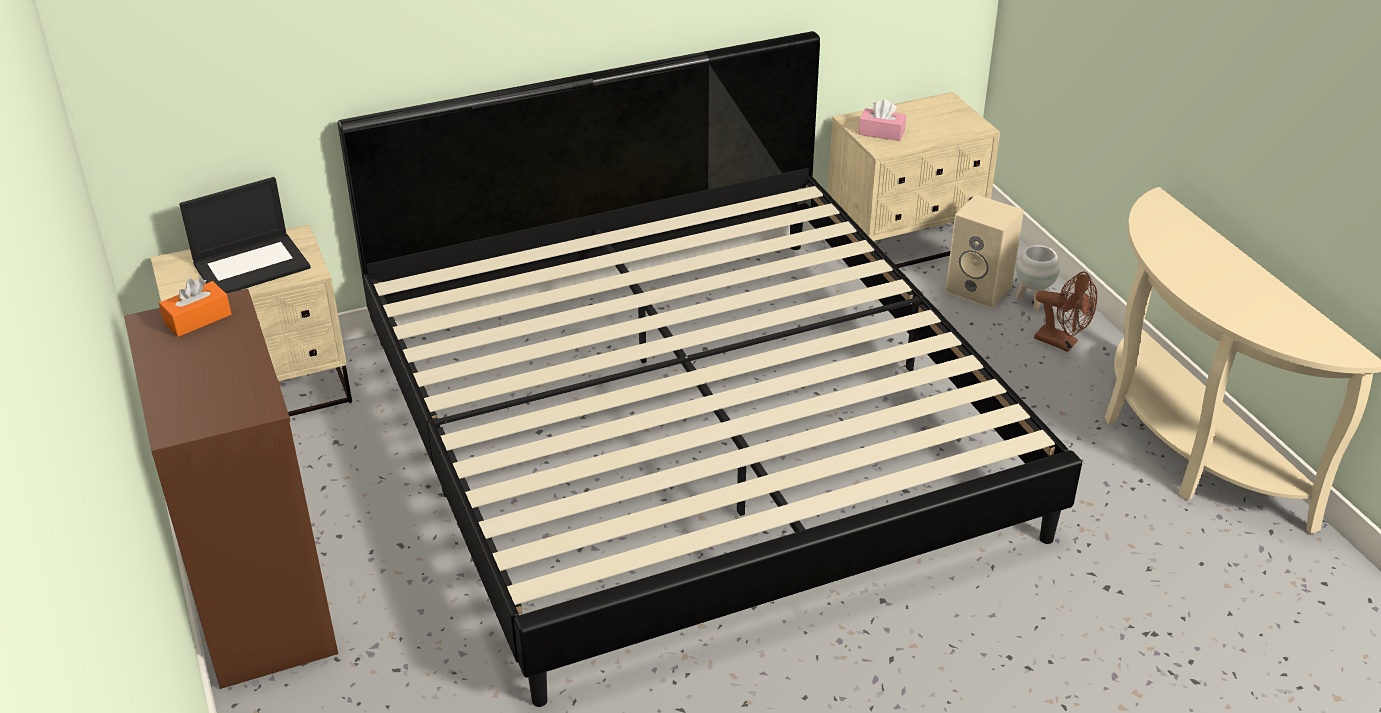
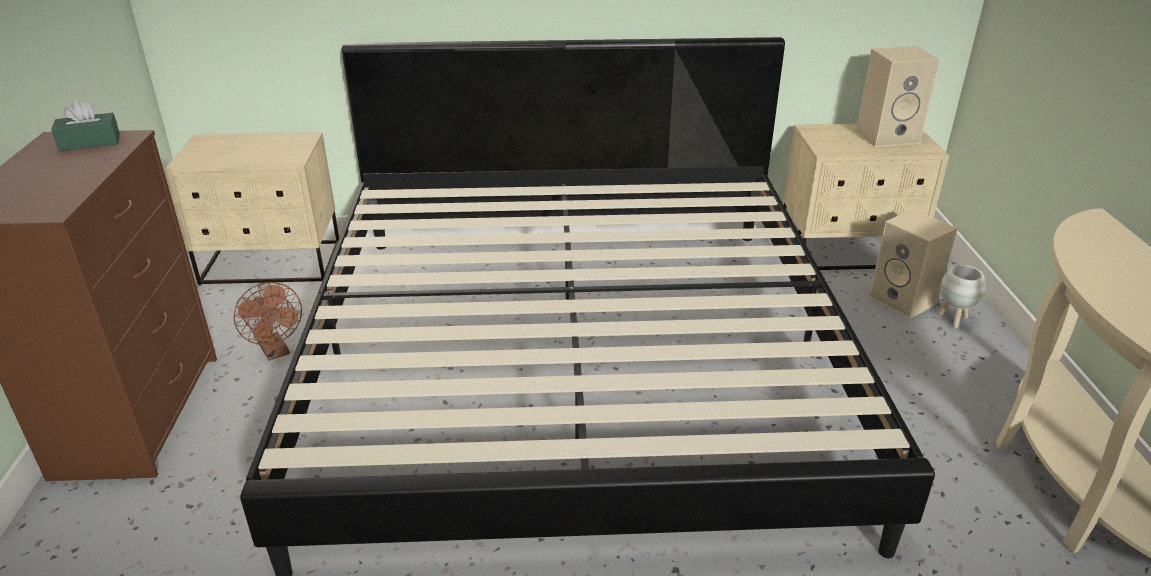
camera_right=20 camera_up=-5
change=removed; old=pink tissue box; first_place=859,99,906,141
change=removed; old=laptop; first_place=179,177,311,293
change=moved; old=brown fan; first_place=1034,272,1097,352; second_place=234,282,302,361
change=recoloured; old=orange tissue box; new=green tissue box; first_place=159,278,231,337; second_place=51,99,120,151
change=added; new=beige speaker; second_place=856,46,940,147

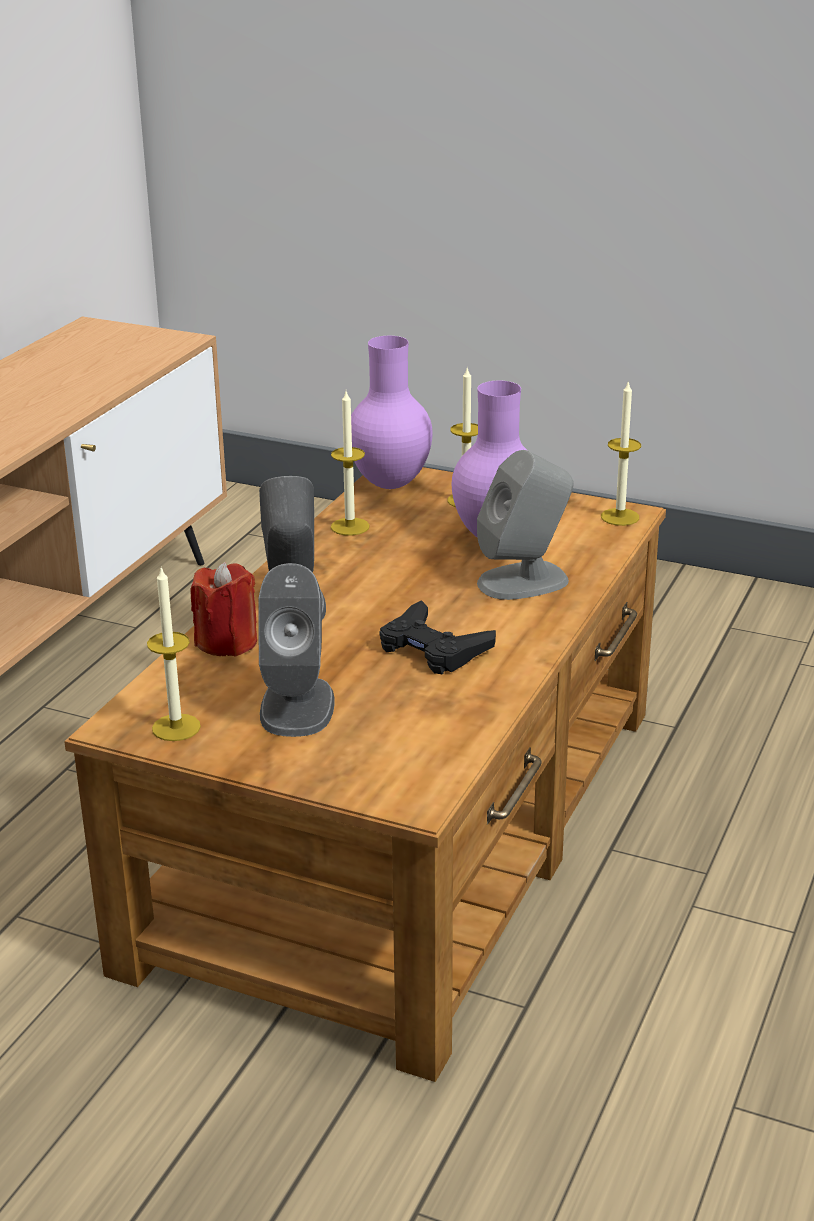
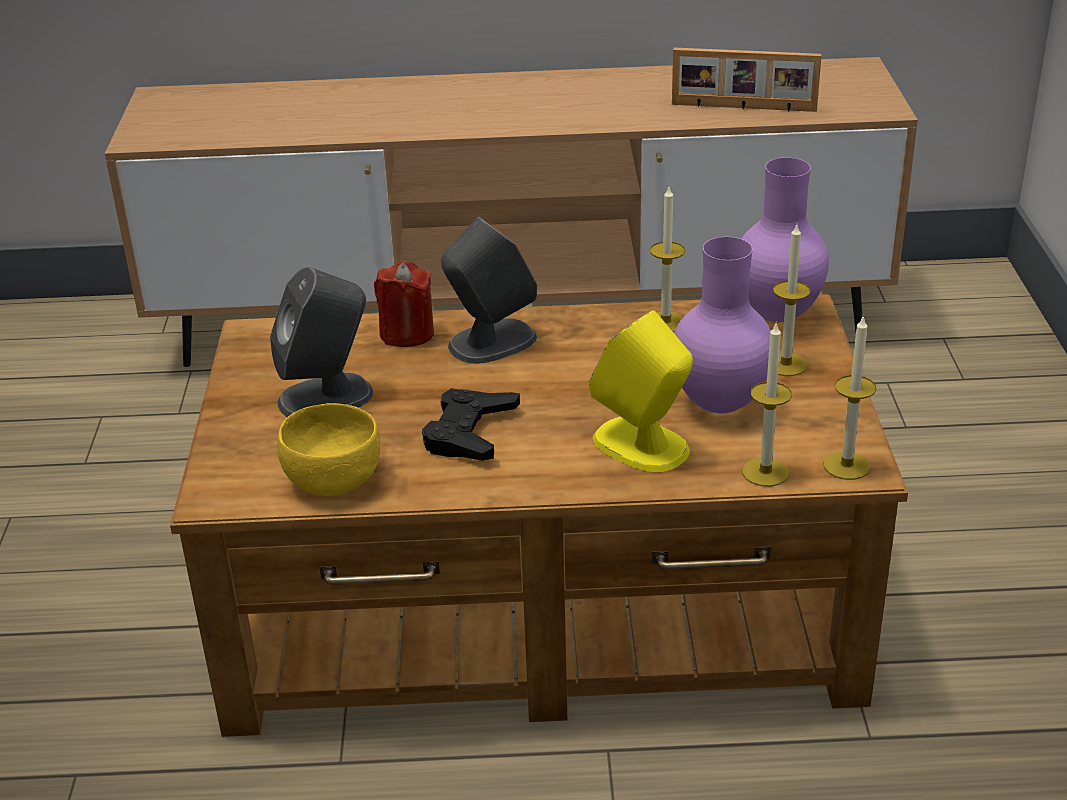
camera_right=65 camera_up=5
change=recoloured; old=grey speaker; new=yellow speaker; first_place=477,450,574,600; second_place=589,310,693,472
change=moved; old=candle; first_place=147,566,201,741; second_place=742,321,792,487
change=added; new=picture frame; second_place=672,48,822,112
change=added; new=yellow bowl; second_place=277,403,380,496

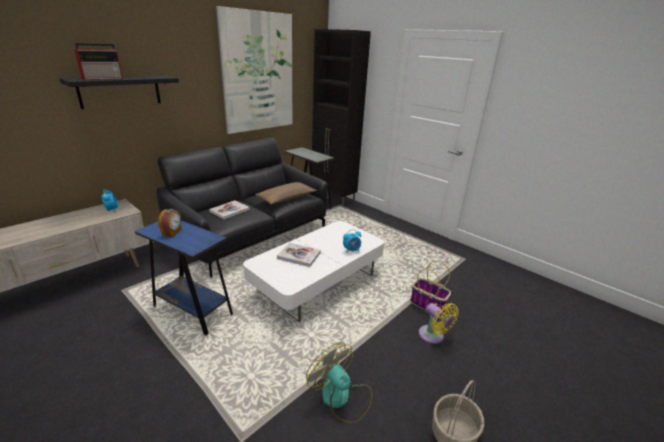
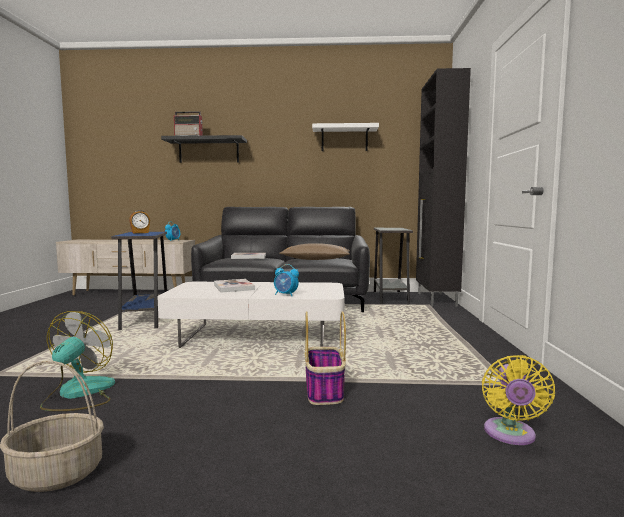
camera_right=50 camera_up=-20
change=replaced; old=picture; new=white shelf; first_place=216,6,292,134; second_place=312,123,379,151
change=moved; old=yellow fan; first_place=419,303,459,344; second_place=482,355,555,445

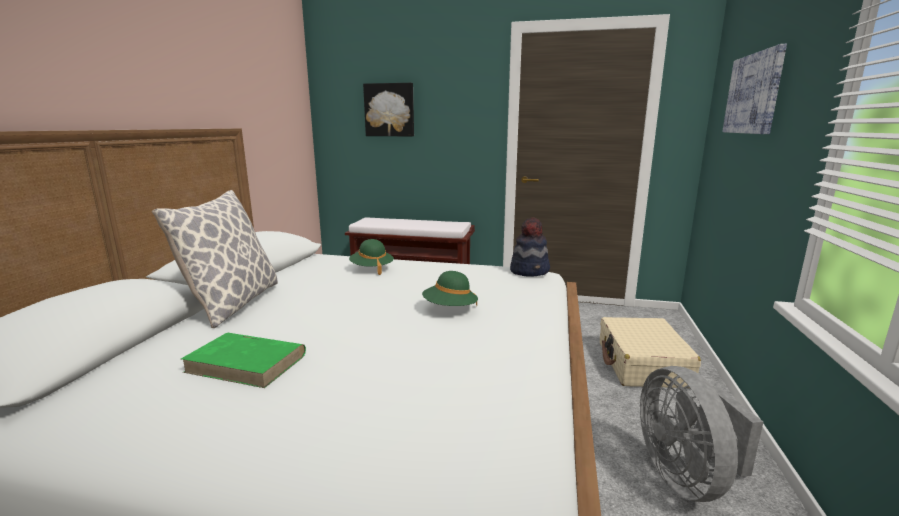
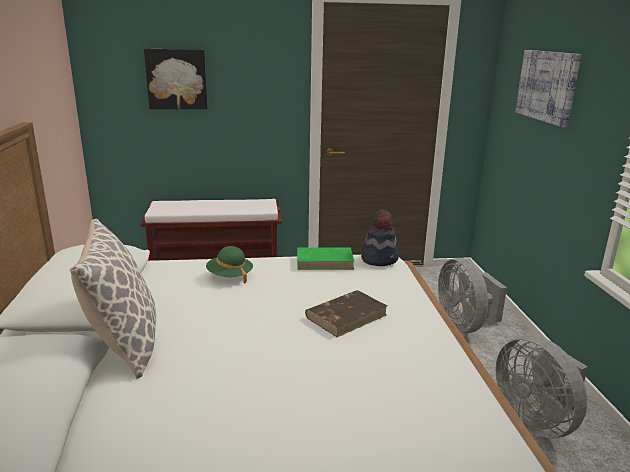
camera_right=-20 camera_up=5
change=replaced; old=green hat; new=brown book; first_place=422,271,478,306; second_place=305,290,387,337
change=replaced; old=beige suitcase; new=grey fan; first_place=600,317,701,388; second_place=438,258,507,333
change=moved; old=green book; first_place=181,333,306,388; second_place=297,248,355,270

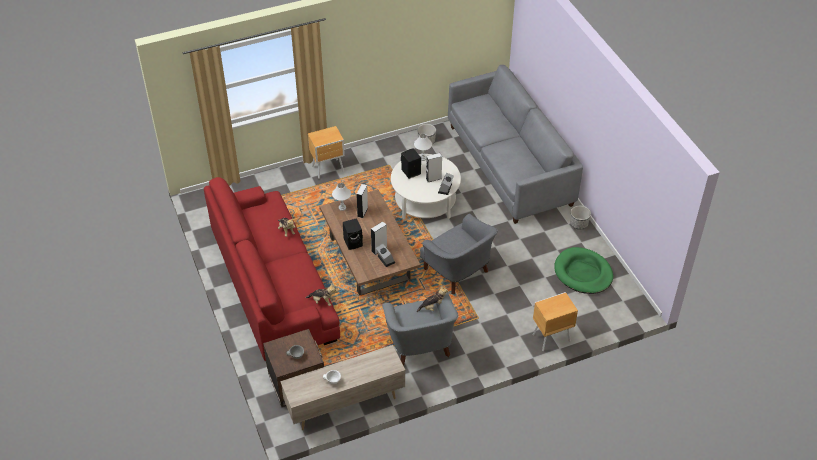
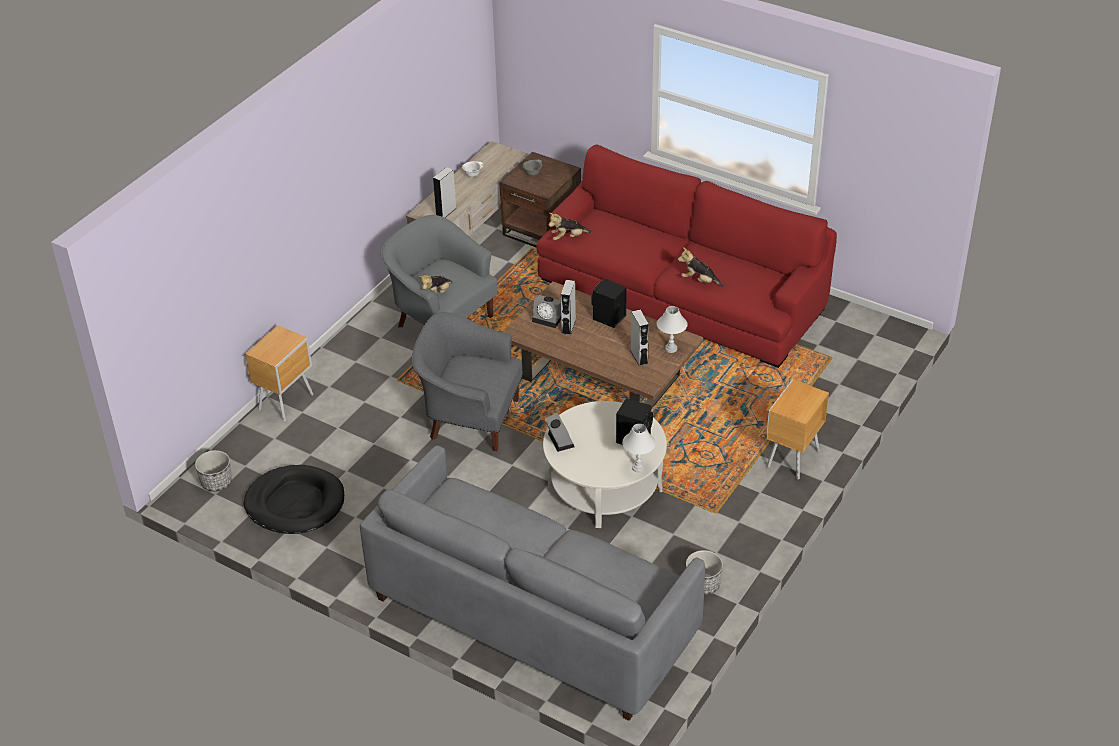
camera_right=145 camera_up=-5
change=moved; old=grey speaker; first_place=426,153,442,182; second_place=433,167,456,218
change=moved; old=planter; first_place=570,206,591,230; second_place=195,450,232,492
change=recoloured; old=green dog bed; new=black dog bed; first_place=554,247,613,294; second_place=244,465,344,534

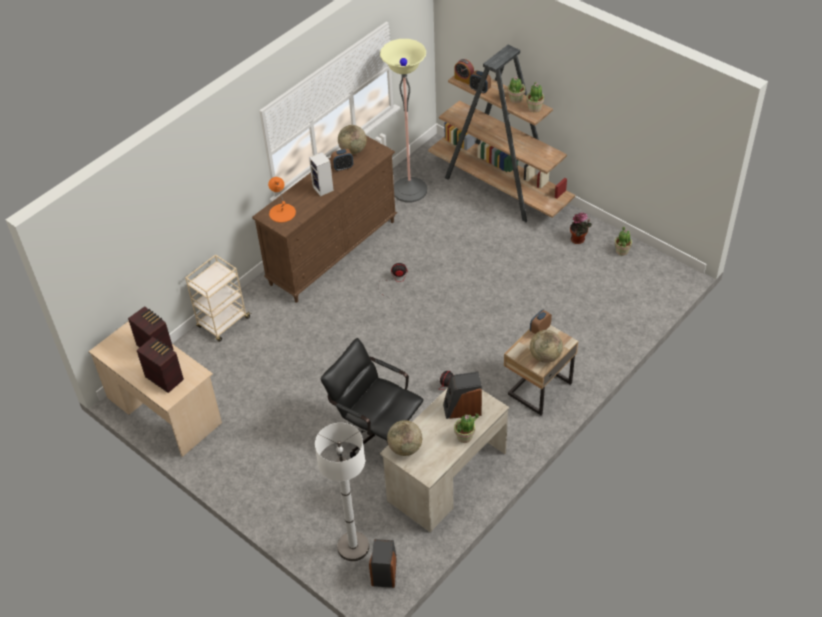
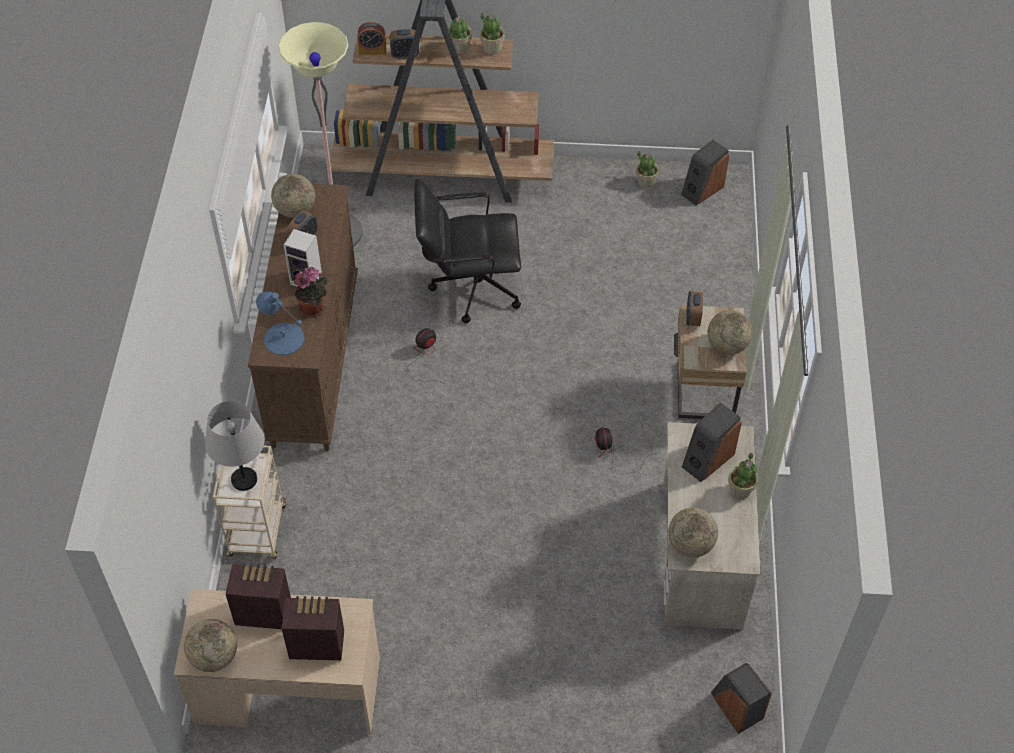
camera_right=-40 camera_up=5
change=recoloured; old=orange table lamp; new=blue table lamp; first_place=268,177,296,223; second_place=256,292,305,355
change=moved; old=potted plant; first_place=570,212,592,244; second_place=294,267,328,318
change=moved; old=black office chair; first_place=321,338,424,458; second_place=414,179,521,324
change=removed; old=white floor lamp; first_place=315,423,369,561
change=added; new=speaker; second_place=681,140,729,205
change=added; new=grey table lamp; second_place=205,401,265,491
change=added; new=globe; second_place=184,619,237,672

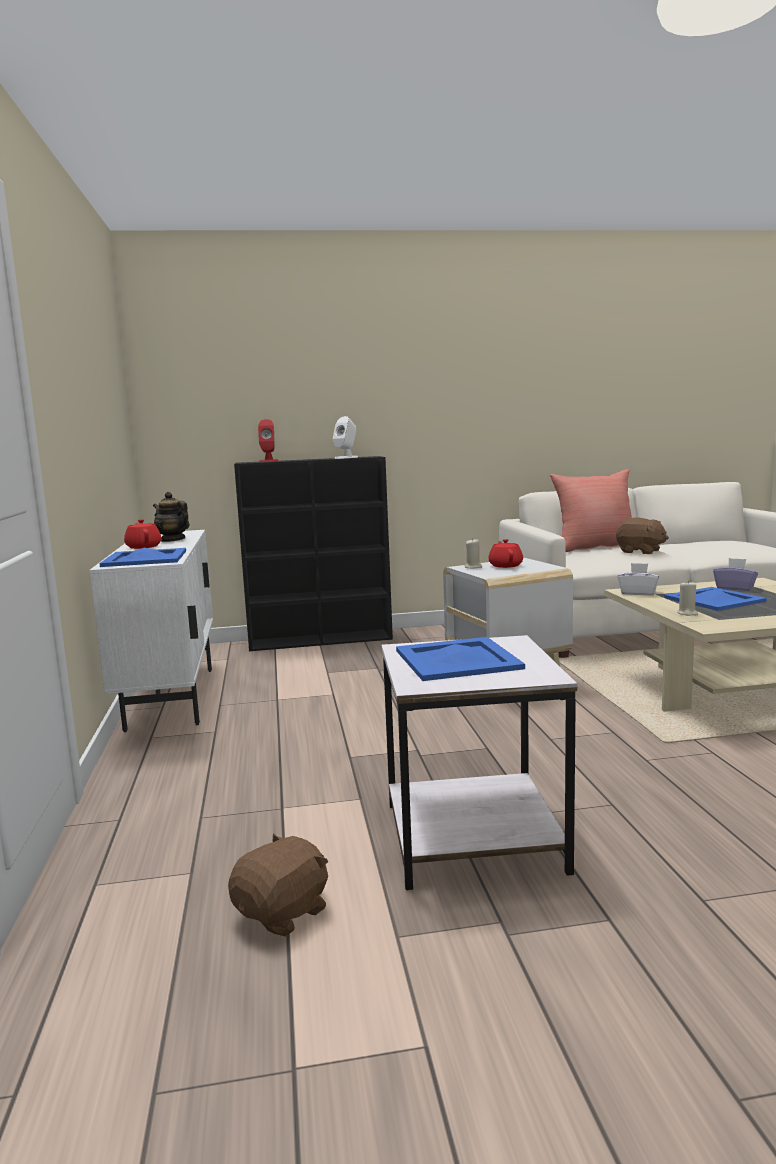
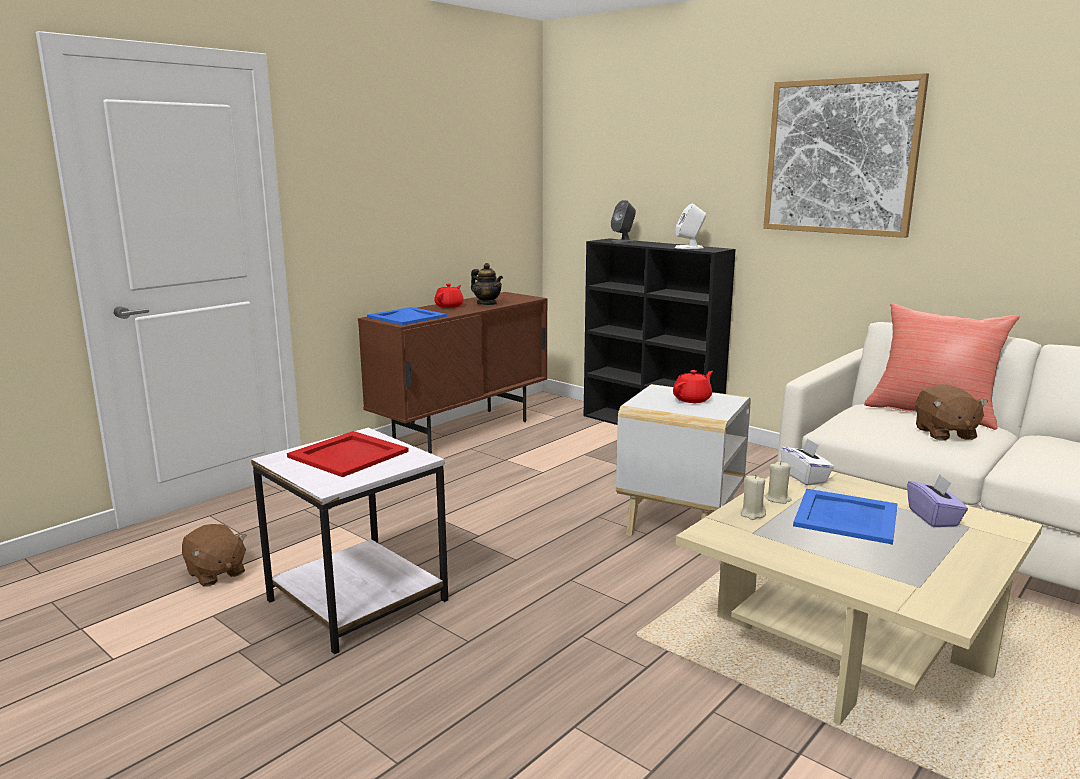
camera_right=50 camera_up=5
change=recoloured; old=red speaker; new=grey speaker; first_place=258,419,278,462; second_place=611,200,636,243
change=turned; old=teapot; first_place=153,492,189,542; second_place=471,263,503,305; degrees=135
change=recoloured; old=white cabinet; new=brown cabinet; first_place=89,530,213,732; second_place=358,292,548,454
change=moved; old=beige candle; first_place=465,538,482,568; second_place=765,462,792,504
change=recoloured; old=blue tray; new=red tray; first_place=396,637,525,681; second_place=287,431,409,477
change=turned; old=brown plush toy; first_place=228,833,328,937; second_place=182,524,247,586; degrees=45
change=added; new=picture; second_place=763,73,929,238

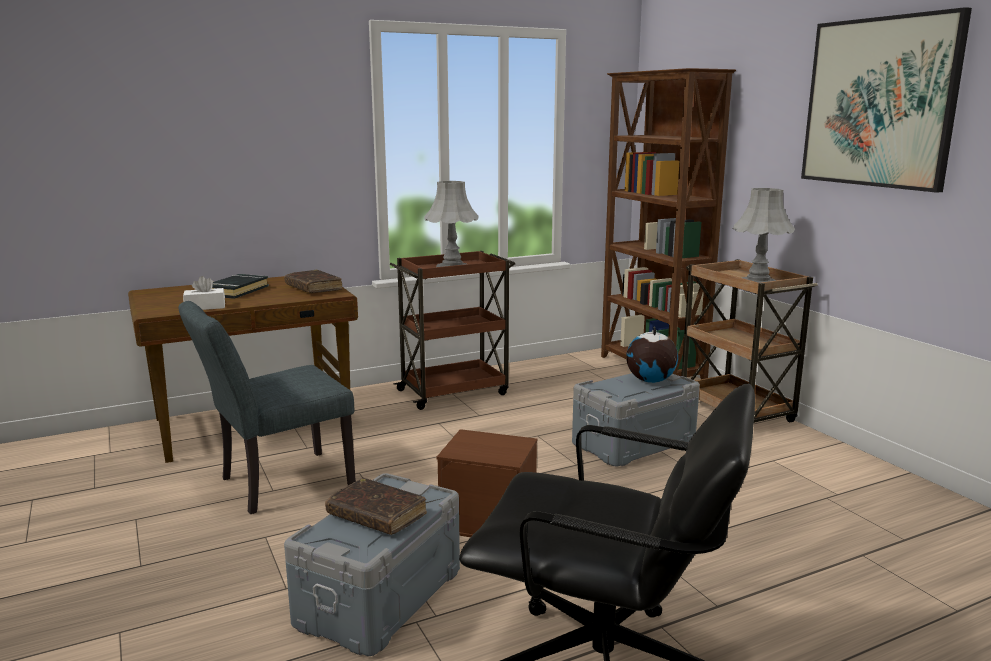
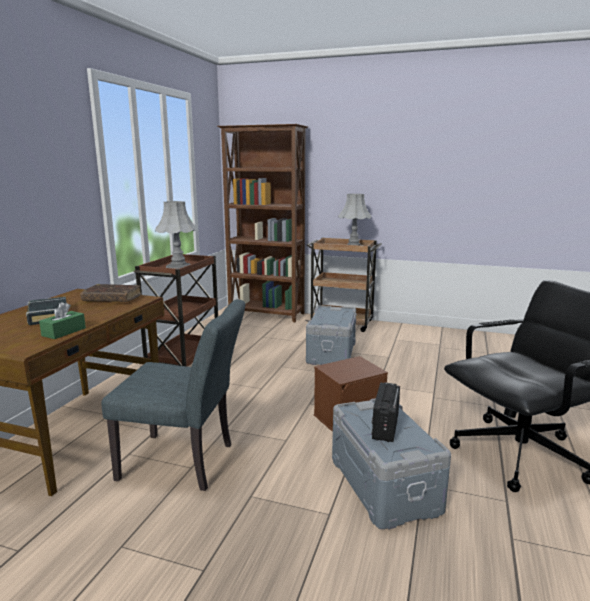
camera_right=-45 camera_up=0
change=removed; old=picture; first_place=801,7,972,193
change=recoloured; old=white tissue box; new=green tissue box; first_place=183,276,225,310; second_place=39,302,86,339
change=turned; old=grey chair; first_place=179,301,356,514; second_place=102,299,245,491; degrees=-90
change=removed; old=globe; first_place=626,326,678,383
change=replaced; old=brown book; new=radio; first_place=325,478,427,535; second_place=371,382,400,442

